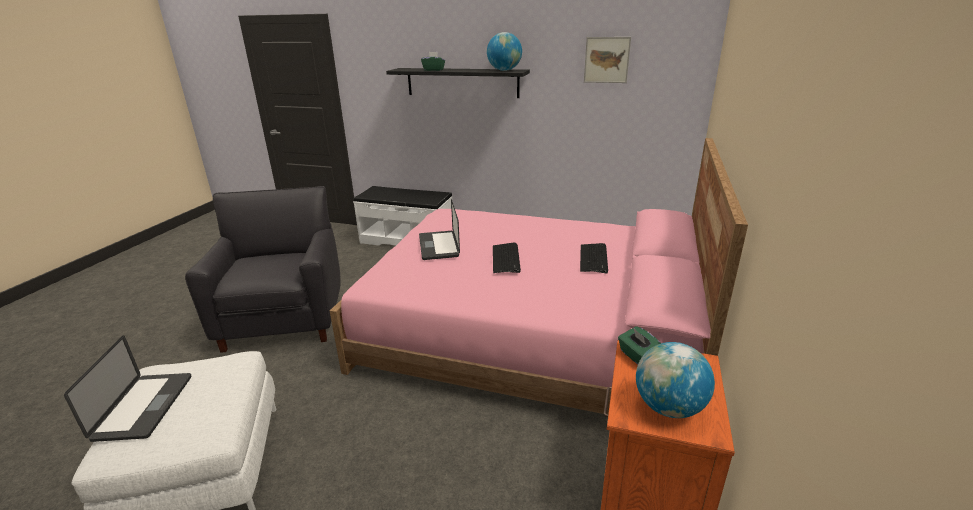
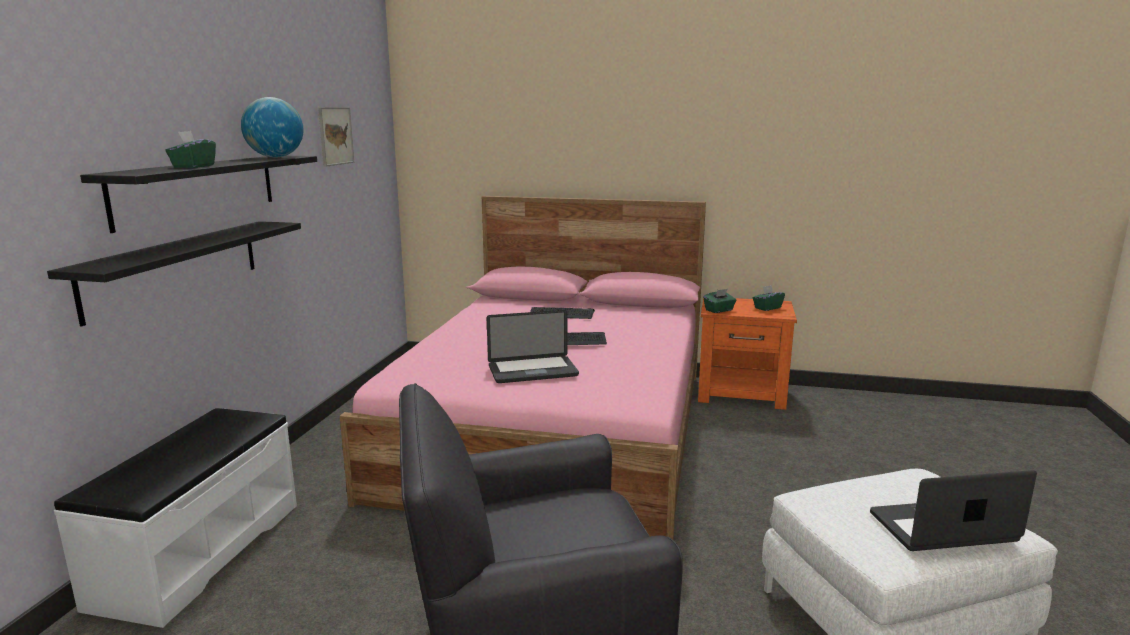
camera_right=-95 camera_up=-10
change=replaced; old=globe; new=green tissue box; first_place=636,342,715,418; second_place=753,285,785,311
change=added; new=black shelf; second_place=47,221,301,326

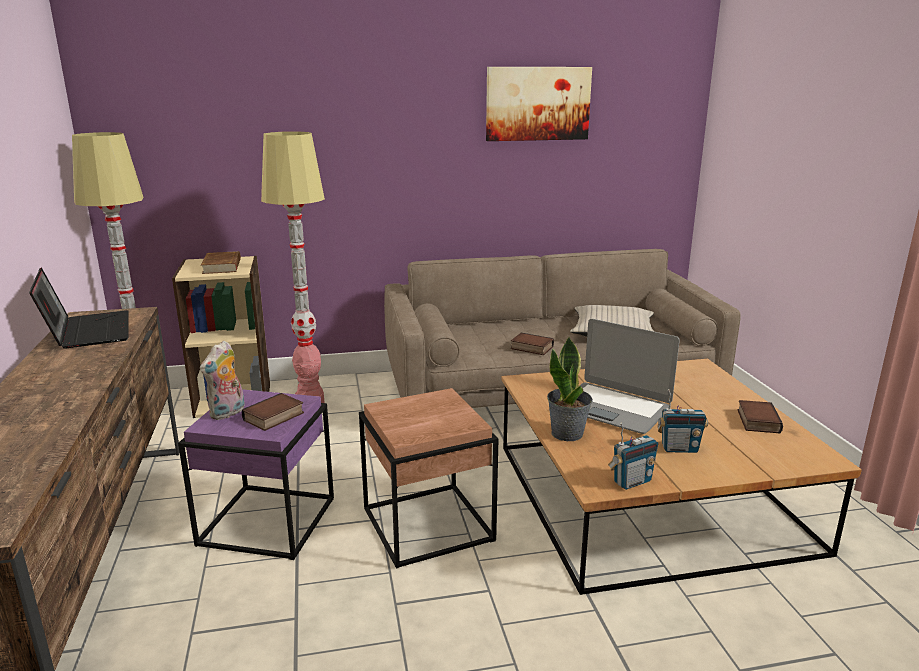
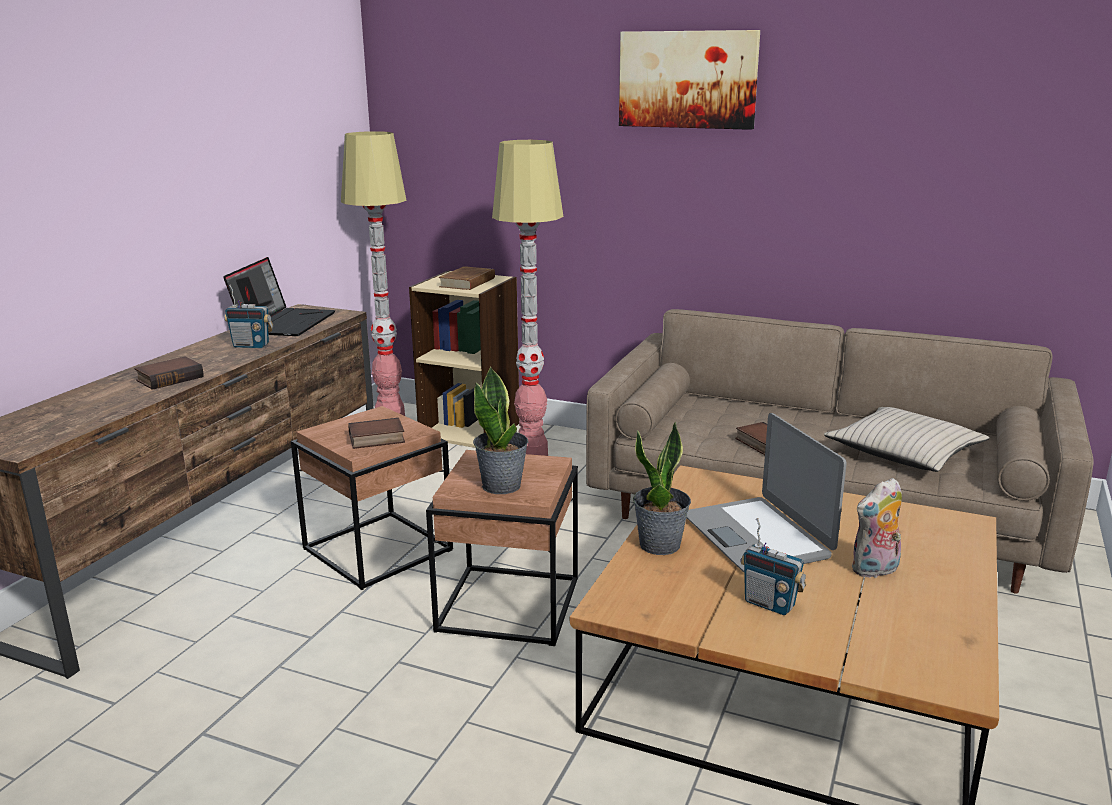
camera_right=35 camera_up=0
change=moved; old=picture; first_place=486,67,592,141; second_place=619,30,760,130
change=moved; old=plush toy; first_place=200,340,245,420; second_place=852,478,902,578
change=recoloured; old=purple side table; new=brown side table; first_place=178,389,334,560; second_place=291,406,453,590
change=moved; old=book; first_place=737,400,783,433; second_place=134,357,203,390
change=moved; old=radio; first_place=608,422,658,490; second_place=224,284,273,348
change=added; new=potted plant; second_place=473,366,528,494

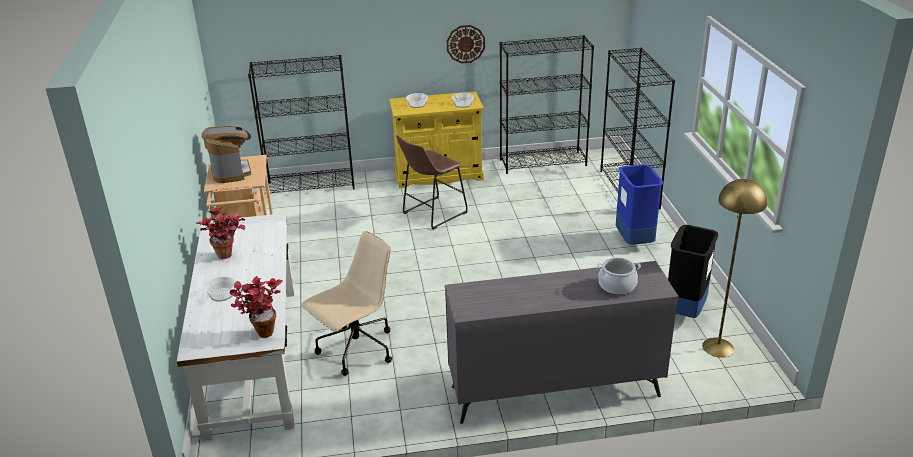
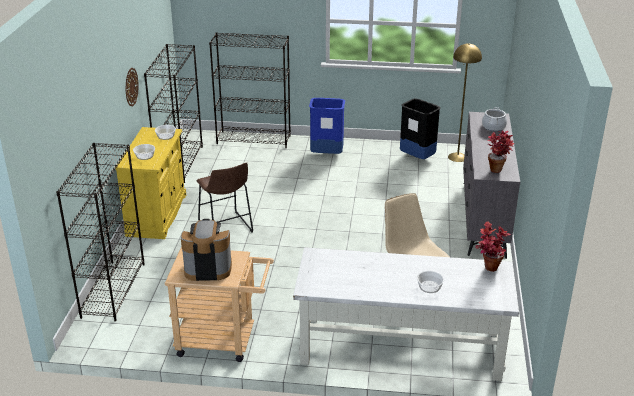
camera_right=-75 camera_up=0
change=moved; old=potted plant; first_place=196,207,246,259; second_place=487,130,515,173

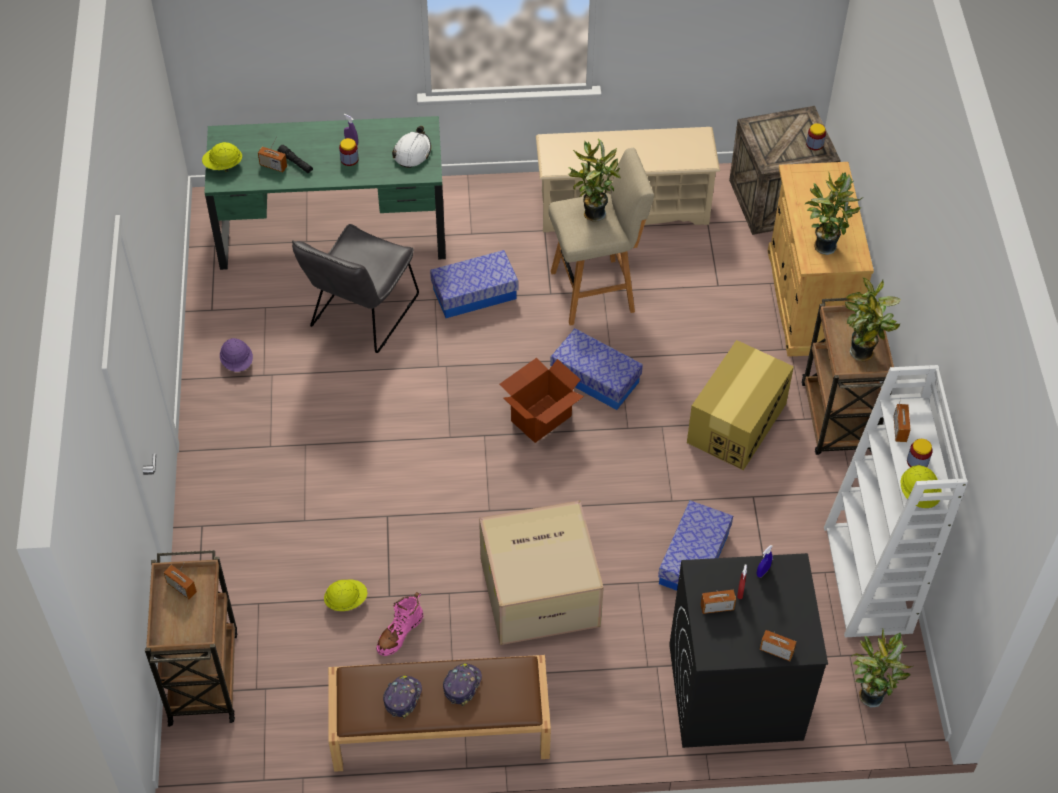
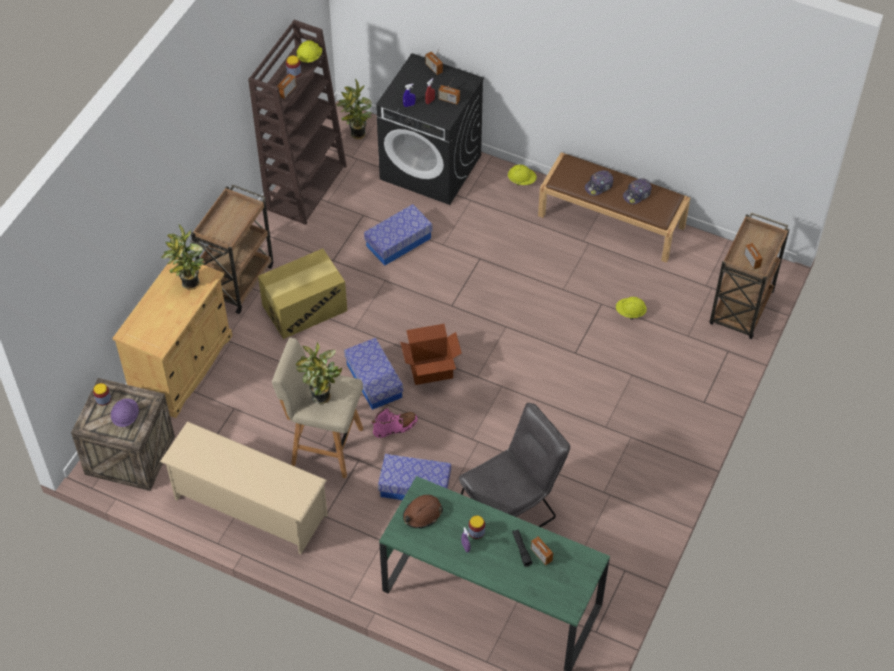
camera_right=-150 camera_up=0
change=recoloured; old=white hard hat; new=brown hard hat; first_place=392,126,431,168; second_place=403,495,443,528
change=moved; old=yellow hard hat; first_place=202,142,242,172; second_place=508,164,537,186
change=removed; old=potted plant; first_place=845,277,901,361
change=moved; old=purple hard hat; first_place=220,338,253,372; second_place=111,398,139,427
change=recoloured; old=white bookcase; new=brown bookcase; first_place=824,365,968,637; second_place=248,20,347,225
change=removed; old=cardboard box; first_place=479,500,604,645
change=moved; old=pink boot; first_place=376,592,423,656; second_place=371,408,418,438

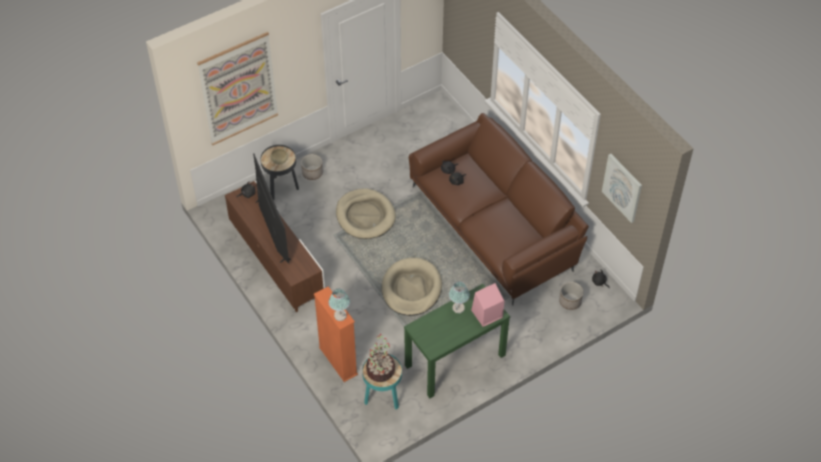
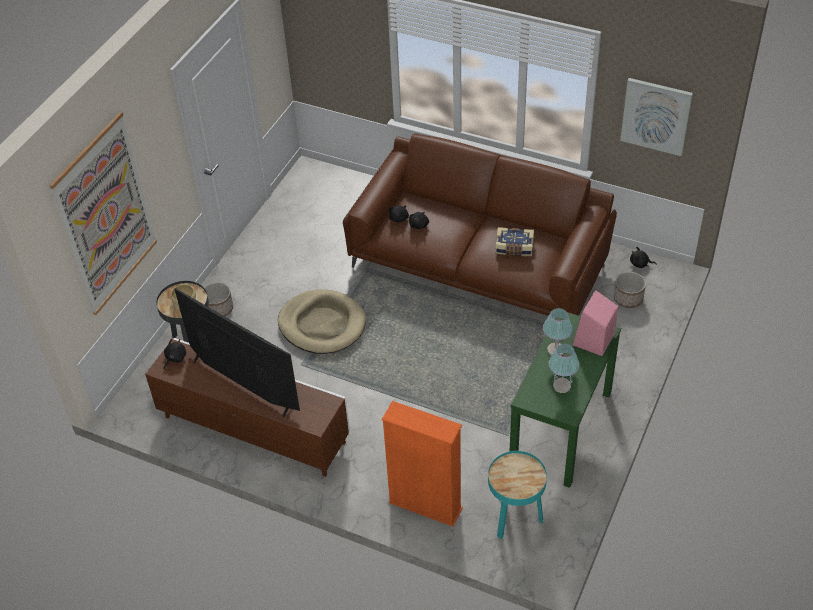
camera_right=-30 camera_up=-5
change=removed; old=beige dog bed; first_place=382,258,442,316
change=moved; old=table lamp; first_place=329,288,350,321; second_place=549,344,580,393
change=removed; old=potted plant; first_place=366,334,395,382
change=added; new=book; second_place=496,227,534,256

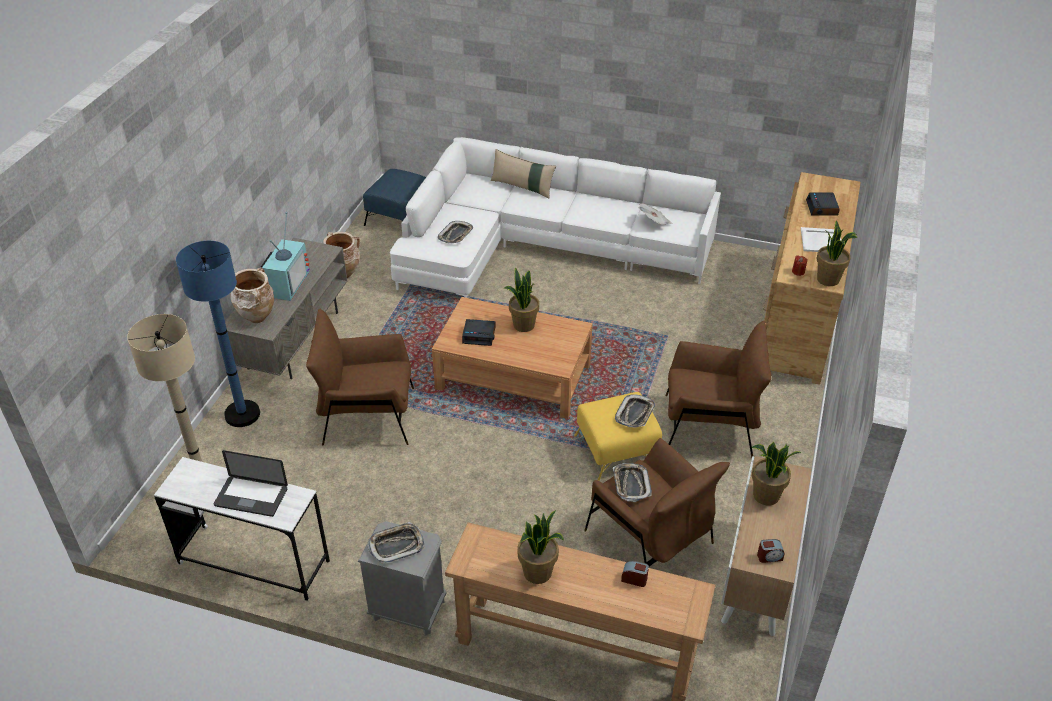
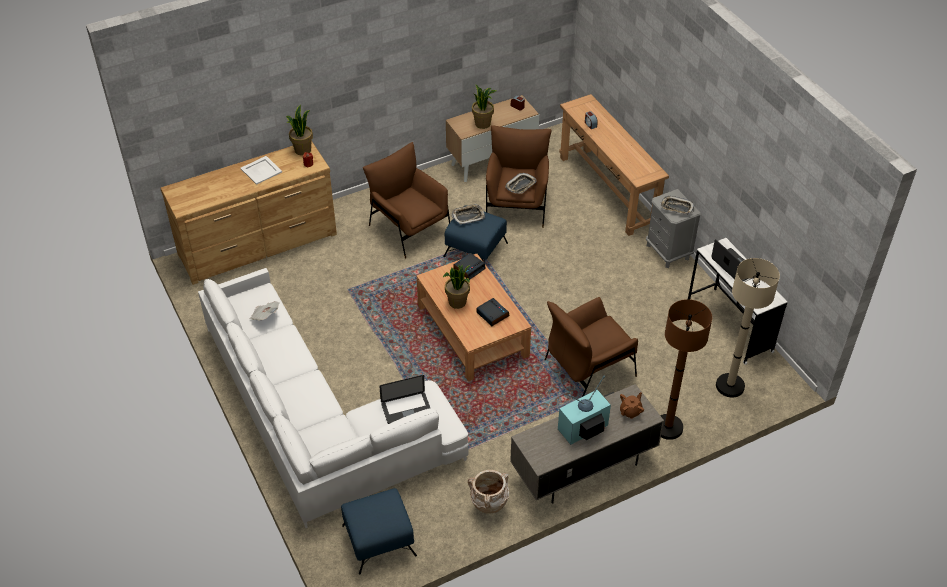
camera_right=-135 camera_up=5
change=removed; old=beige pillow; first_place=491,149,556,198
change=moved; old=alarm clock; first_place=806,193,840,216; second_place=453,253,486,280
change=replaced; old=tray; new=laptop; first_place=438,221,473,243; second_place=379,375,430,424
change=recoloured; old=blue floor lamp; new=brown floor lamp; first_place=176,241,260,427; second_place=660,299,712,440
change=replaced; old=beige vase; new=brown teapot; first_place=230,268,274,323; second_place=620,392,644,419
change=turned; old=brown armchair; first_place=306,309,414,445; second_place=545,297,638,397; degrees=105
change=recoloured; old=yellow ottoman; new=blue ottoman; first_place=574,392,662,481; second_place=443,205,508,262
change=removed; old=potted plant; first_place=517,510,564,584

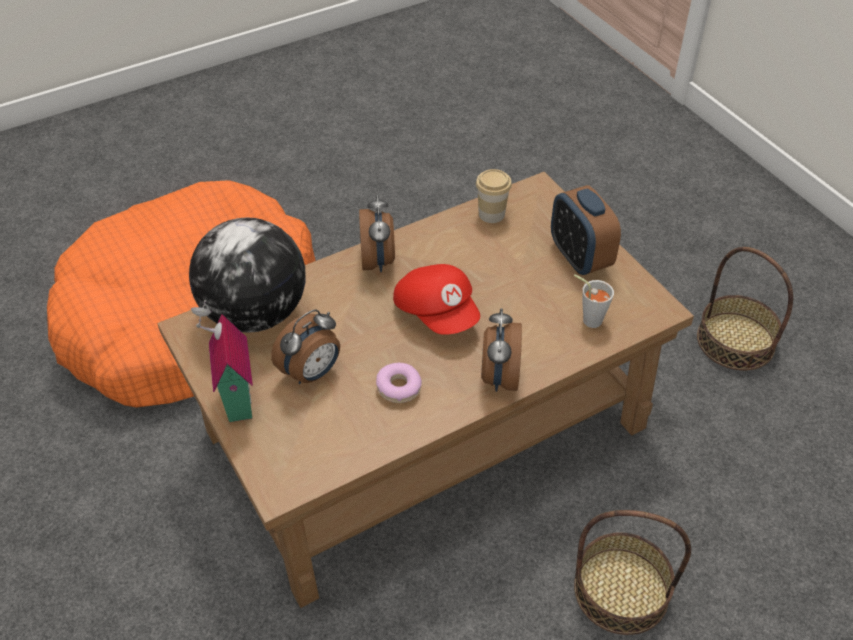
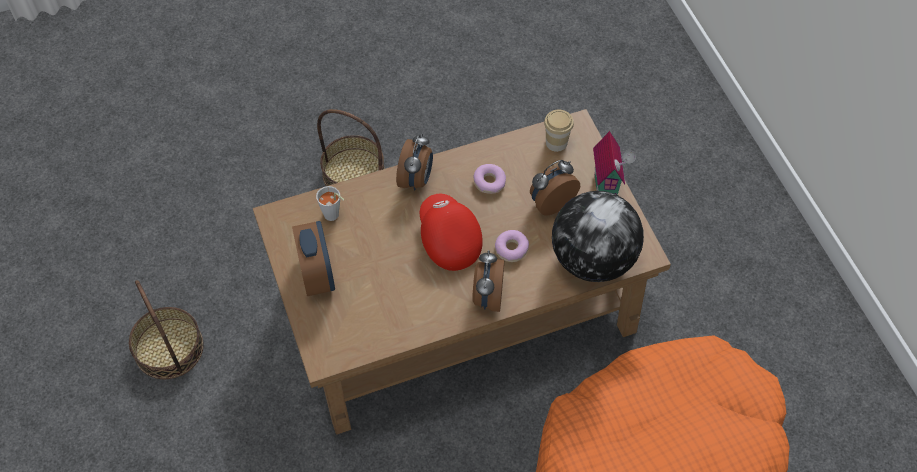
camera_right=-170 camera_up=10
change=moved; old=cup; first_place=476,169,512,223; second_place=544,110,574,152
change=added; new=donut; second_place=495,230,529,262

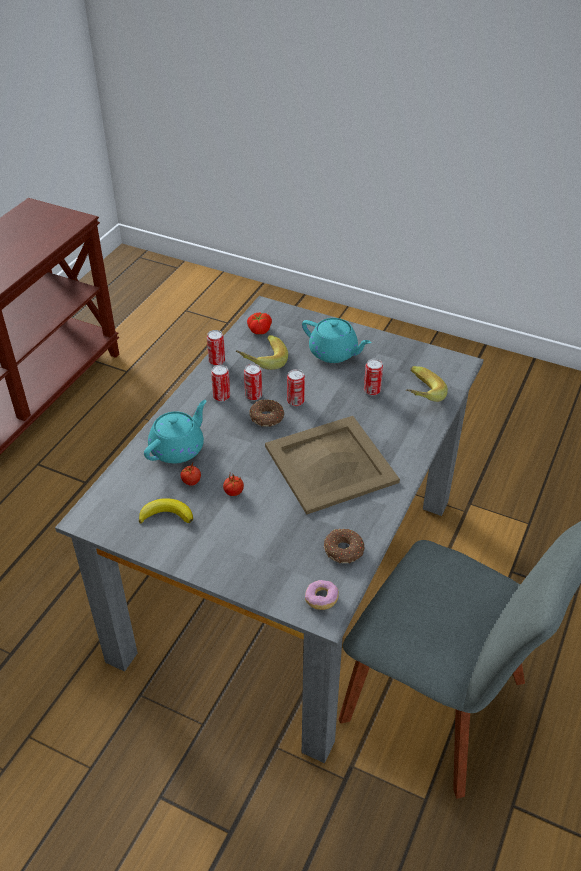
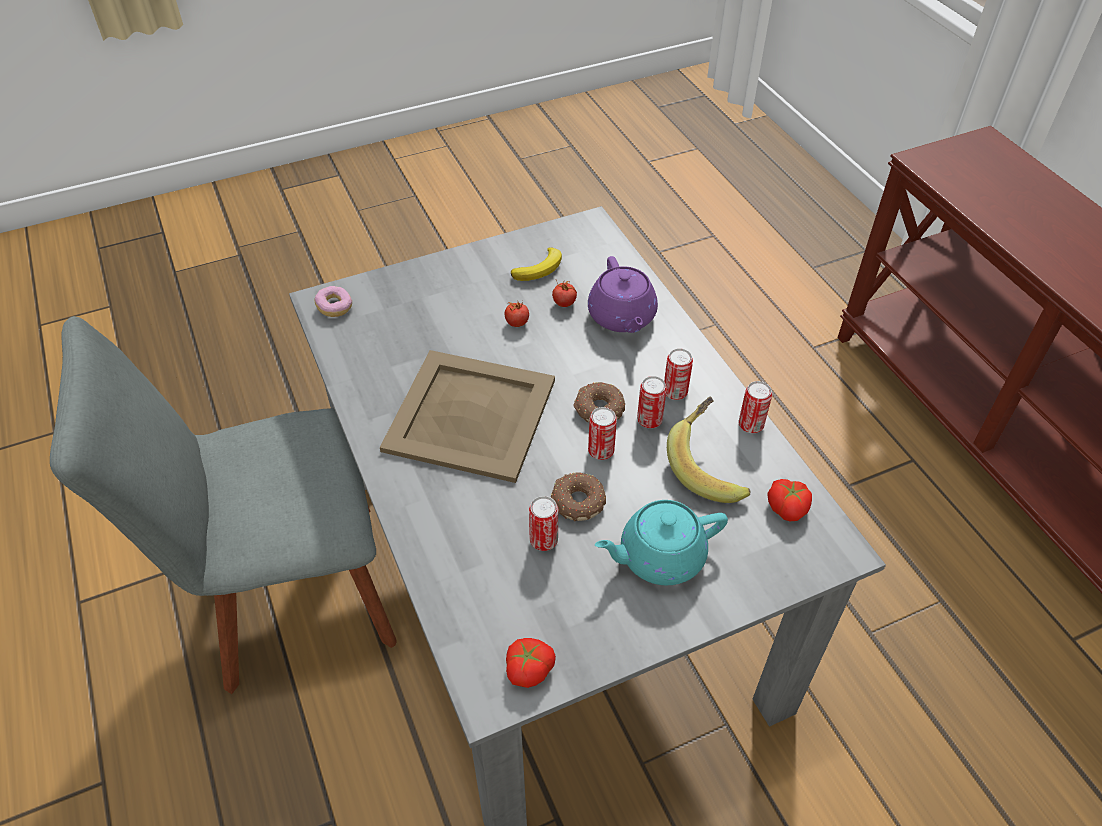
camera_right=130 camera_up=5
change=removed; old=banana; first_place=406,366,448,402
change=recoloured; old=turquoise teapot; new=purple teapot; first_place=144,400,207,463; second_place=588,256,658,333
change=moved; old=donut; first_place=324,529,364,563; second_place=551,472,606,521
change=added; new=tomato; second_place=506,638,556,688

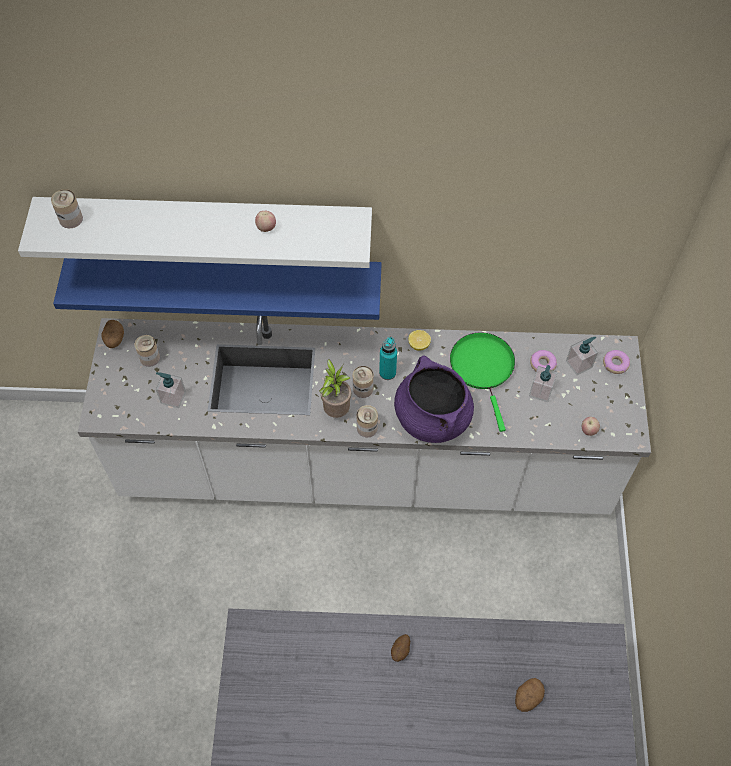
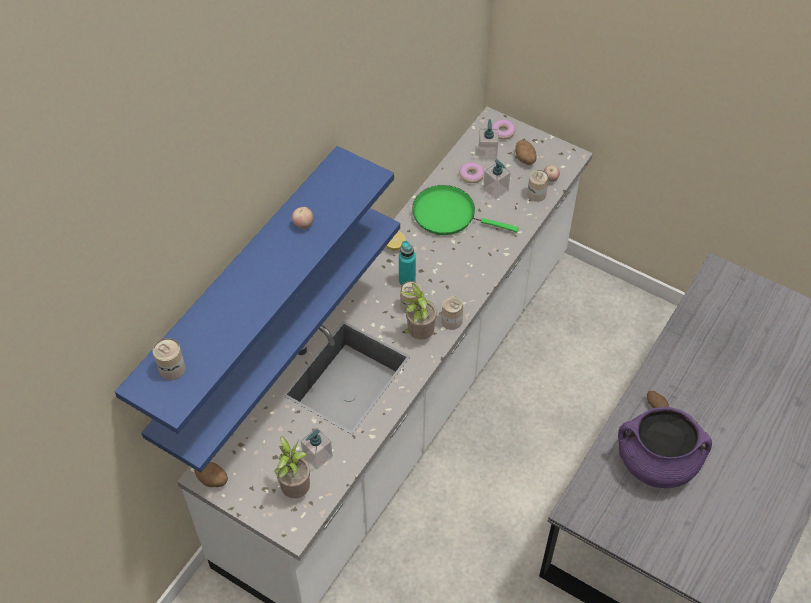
camera_right=-60 camera_up=-5
change=recoloured; old=white shelf; new=blue shelf; first_place=18,197,372,268; second_place=115,146,394,434
change=moved; old=can; first_place=135,335,160,367; second_place=527,170,549,202
change=moved; old=purple cooking pot; first_place=394,356,474,443; second_place=618,407,712,488
change=moved; old=potato; first_place=515,678,545,712; second_place=515,140,536,165
change=added; new=potted plant; second_place=275,436,310,498

